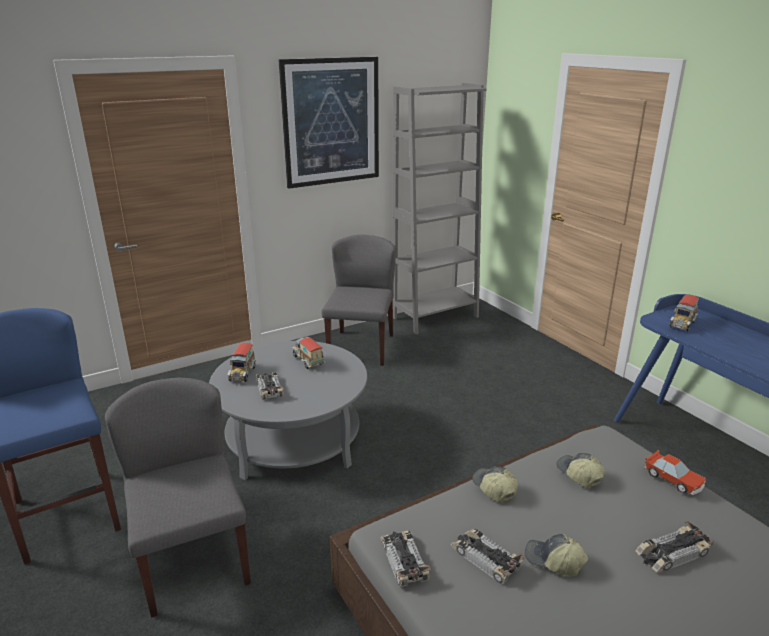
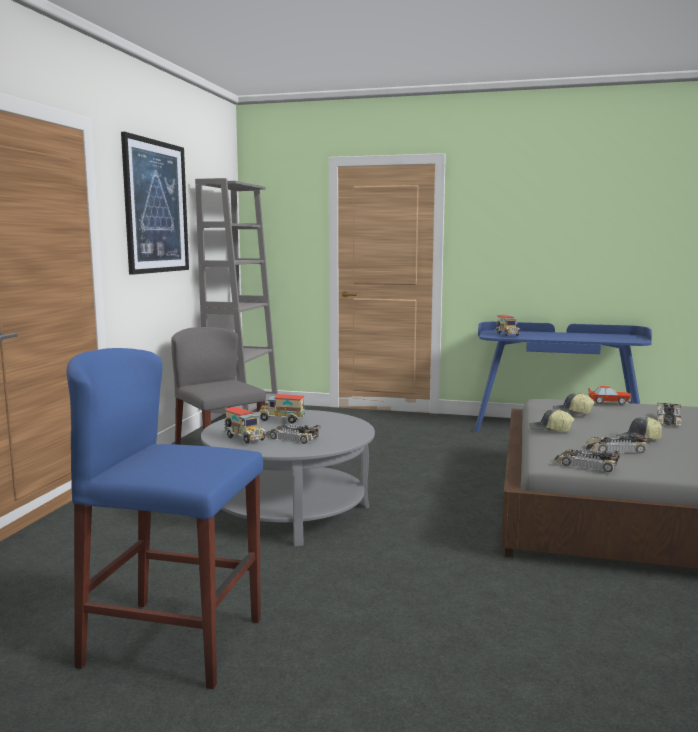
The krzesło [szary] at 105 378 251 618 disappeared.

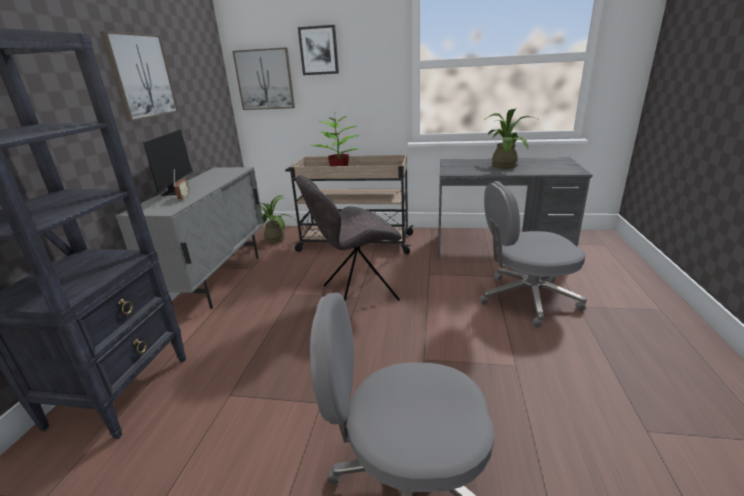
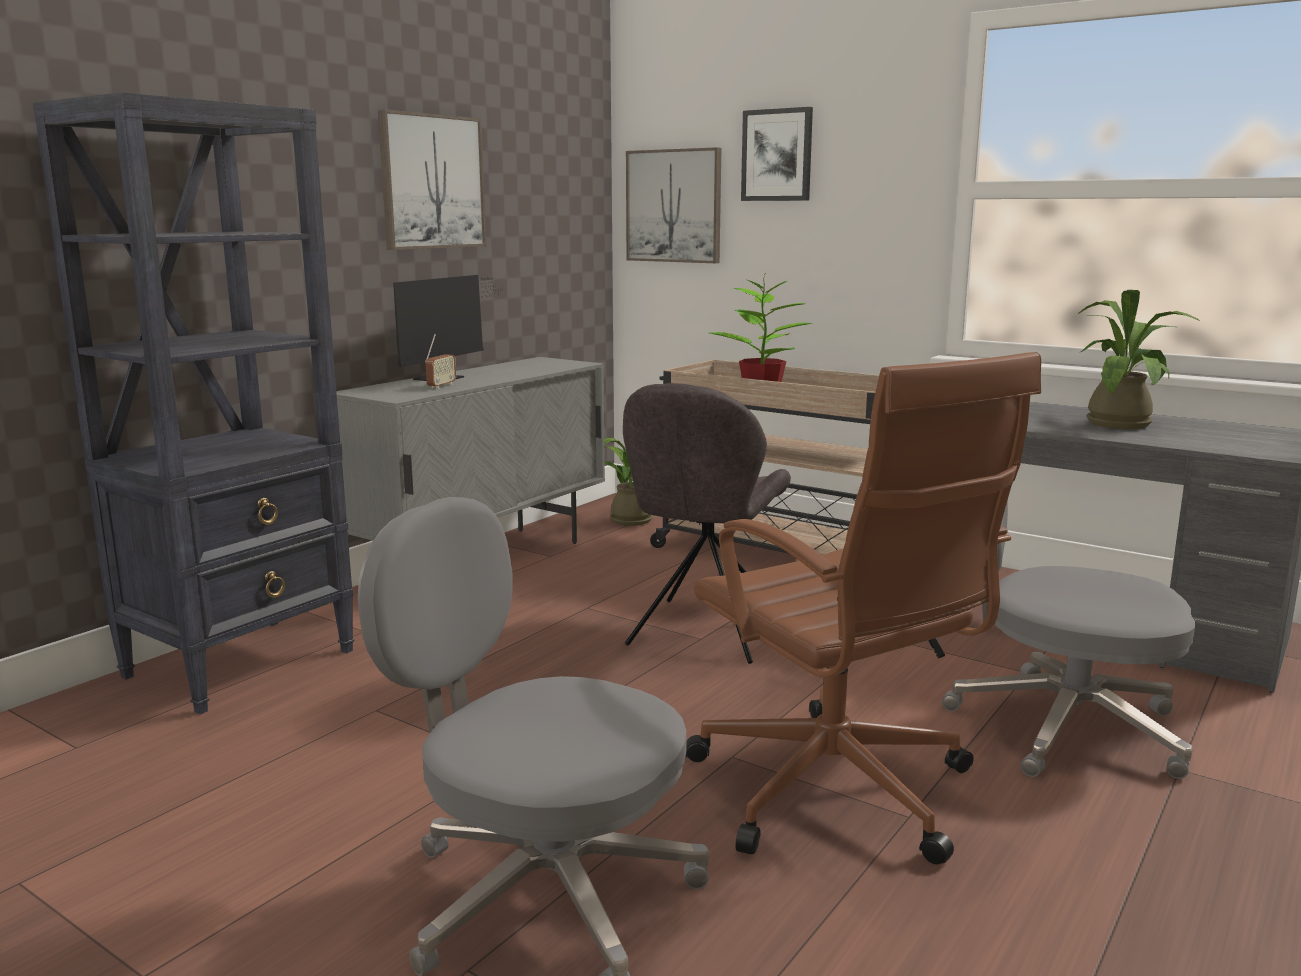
The krzesło biurowe [brązowy] at 686 352 1041 864 appeared. The krzesło [szary] at 295 175 402 301 turned 75 degrees counterclockwise.

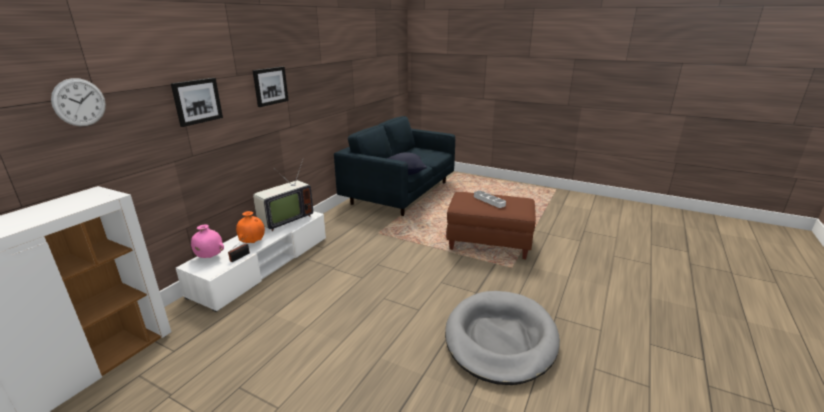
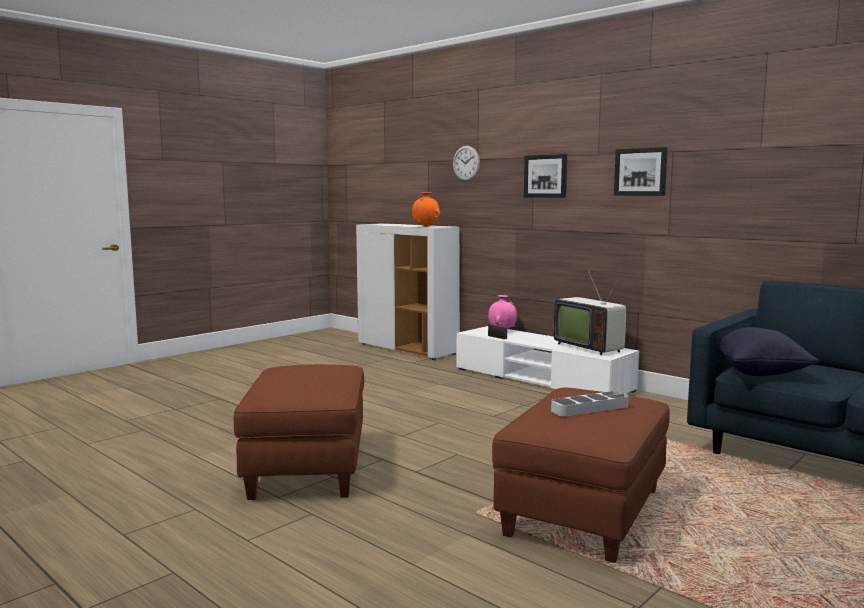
The wazon [pomarańczowy] moved from 236 211 265 243 to 412 192 440 227. The legowisko [szary] at 445 291 560 385 was replaced by the pufa [brązowy] at 234 364 364 500.

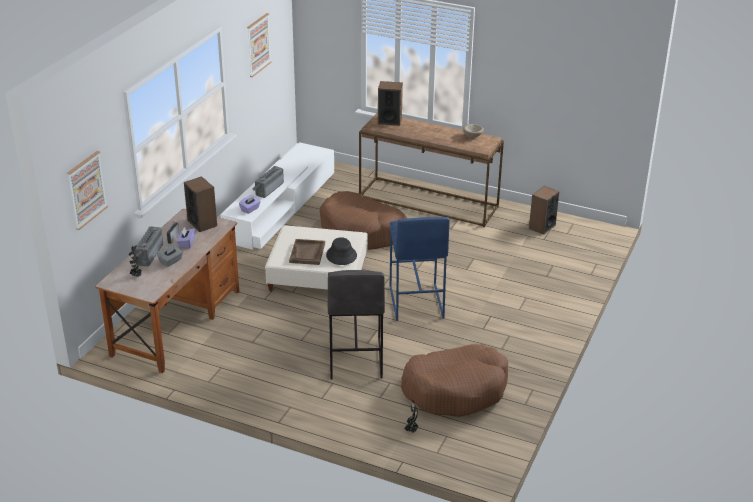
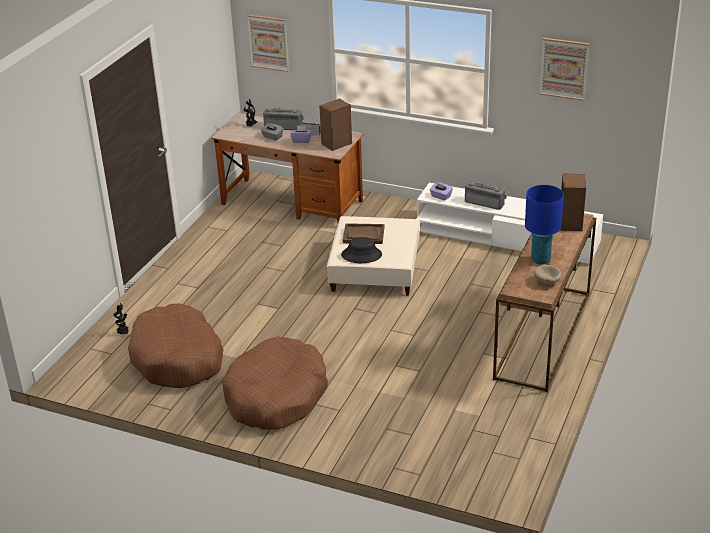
The stołek [szary] at 328 270 385 379 disappeared. The stołek [niebieski] at 390 217 450 321 disappeared. The głośnik at 529 186 559 235 disappeared. The lampa stołowa [niebieski] at 525 185 564 264 appeared. The legowisko [brązowy] moved from 320 191 407 250 to 222 337 328 430.

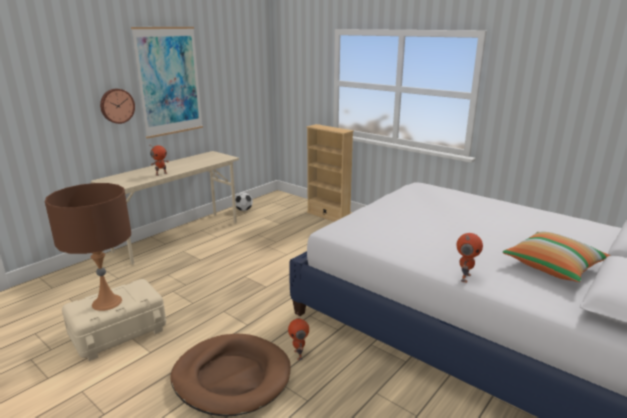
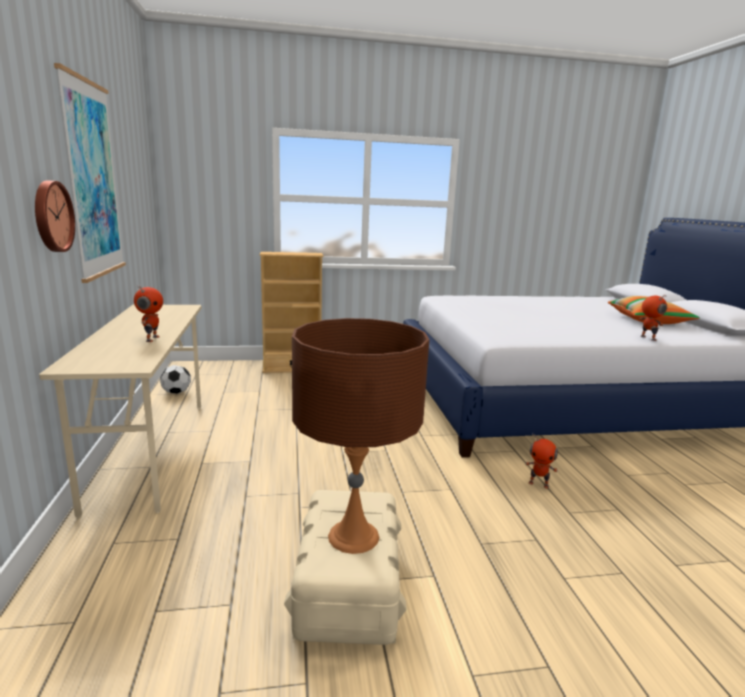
The legowisko [brązowy] at 170 334 291 416 disappeared.

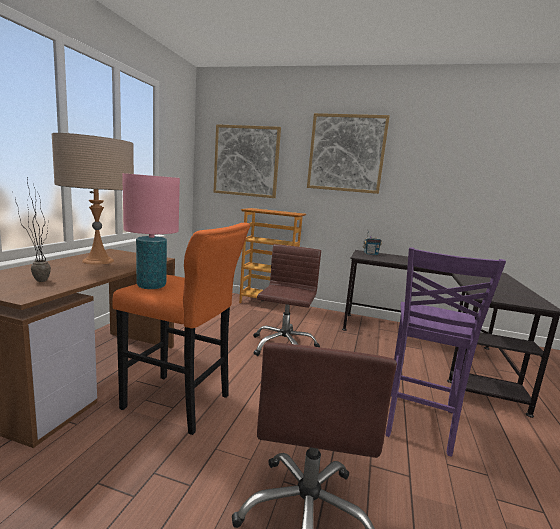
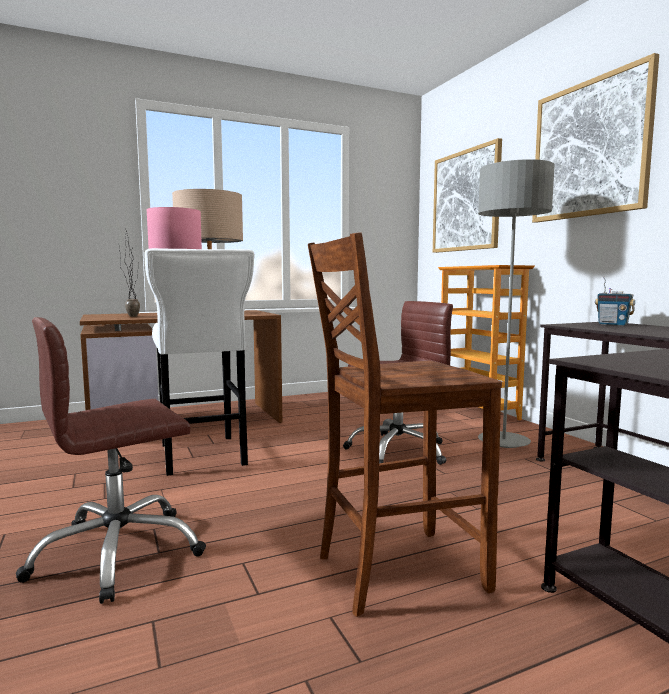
The lampa stojąca [szary] at 478 159 555 448 appeared. The stołek [pomarańczowy] at 112 223 250 435 became the stołek [biały] at 145 248 255 476. The krzesło [fioletowy] at 385 247 506 457 became the krzesło [brązowy] at 308 232 502 617.

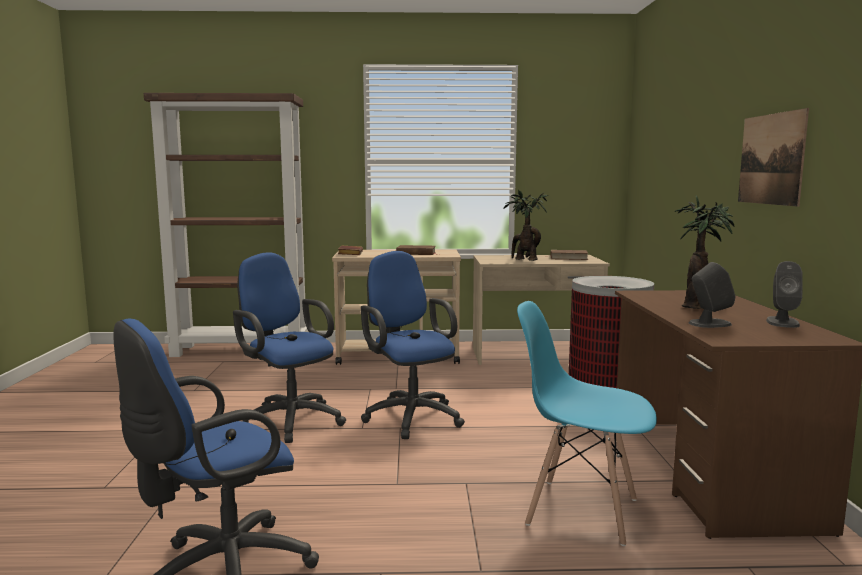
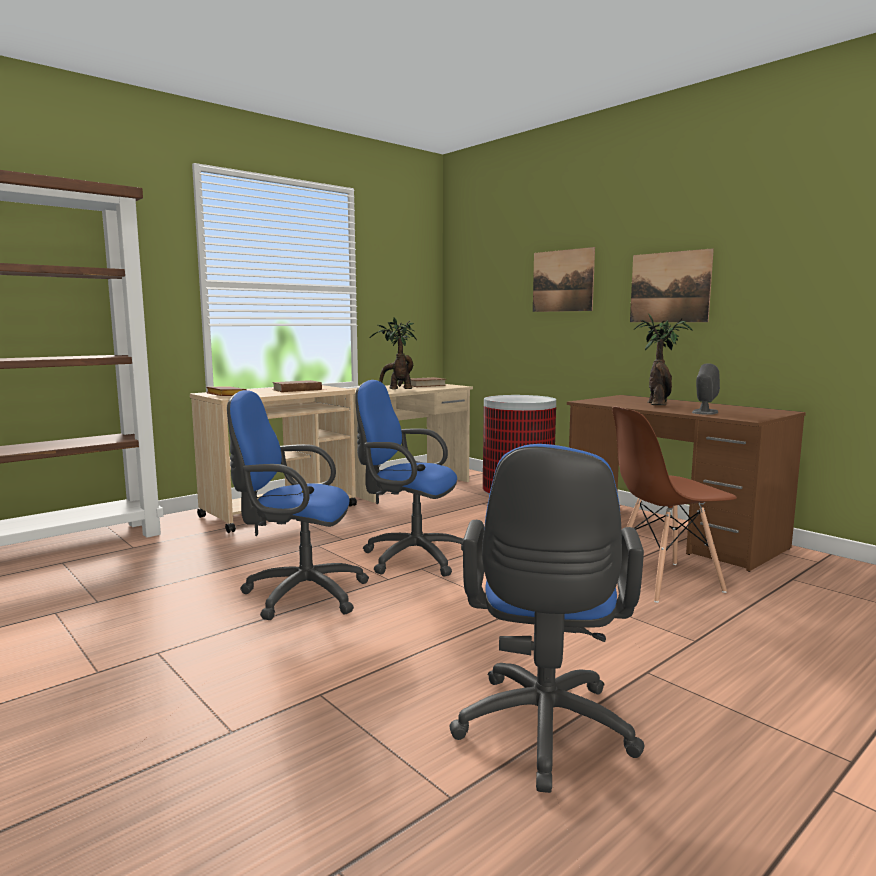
The głośnik [szary] at 766 261 803 328 disappeared. The obraz at 533 247 595 312 appeared. The krzesło [niebieski] at 517 301 657 546 became the krzesło [brązowy] at 612 406 737 603.

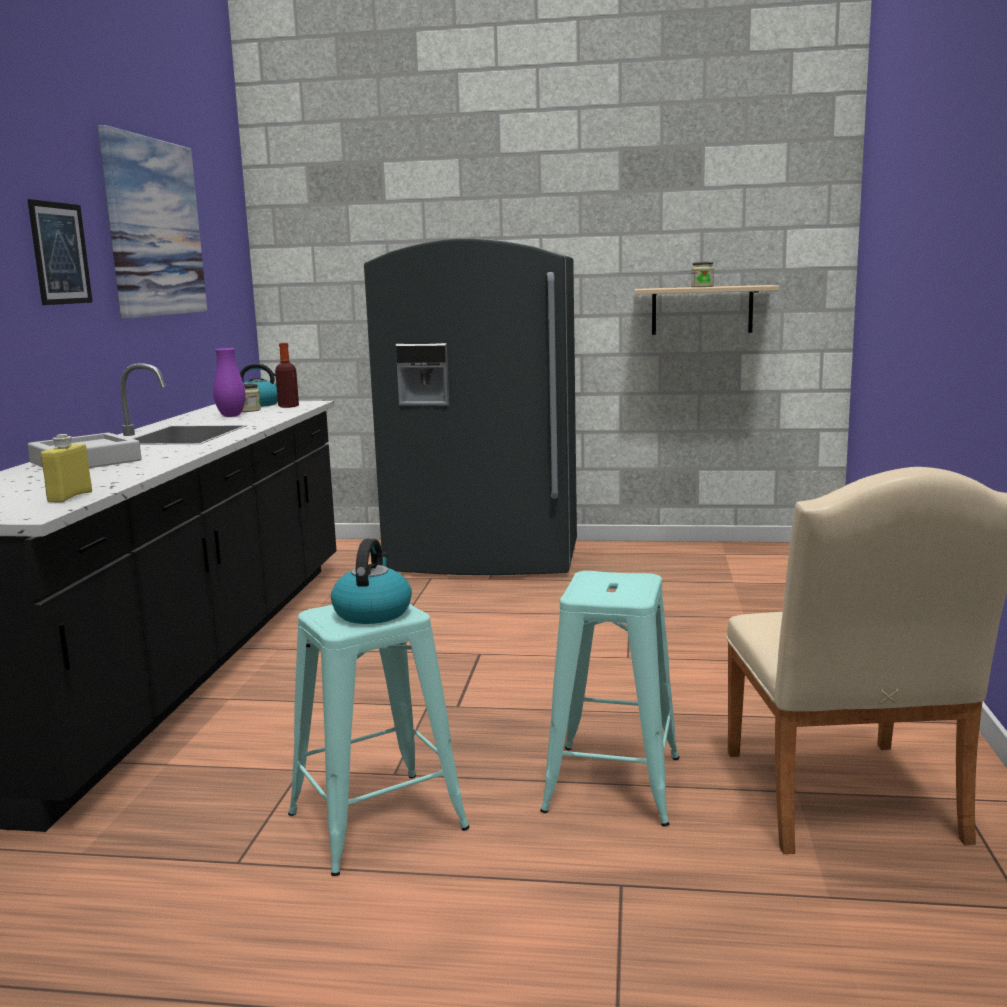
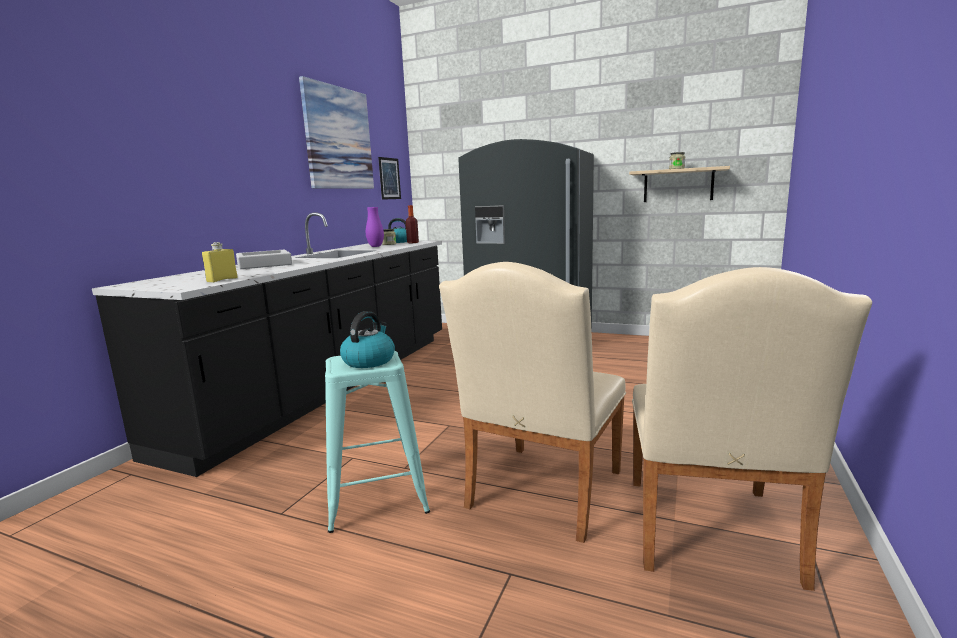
The obraz moved from 27 199 93 305 to 378 157 401 200. The stołek [turkusowy] at 540 571 679 826 was replaced by the krzesło [beżowy] at 439 262 626 543.

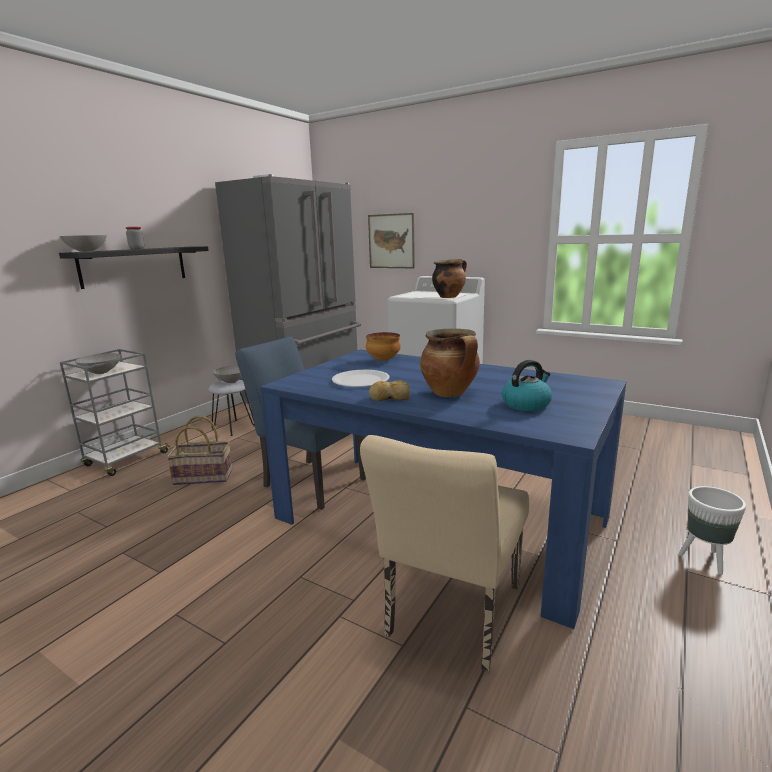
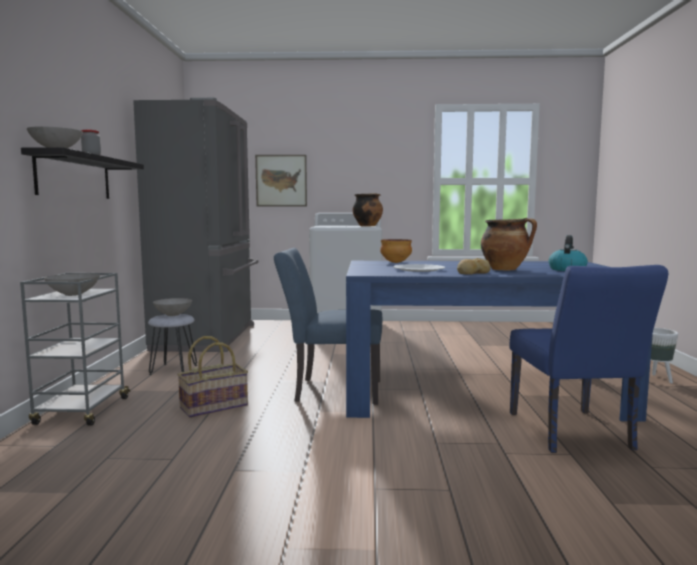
The krzesło [beżowy] at 360 435 529 671 became the krzesło [niebieski] at 509 265 668 453.

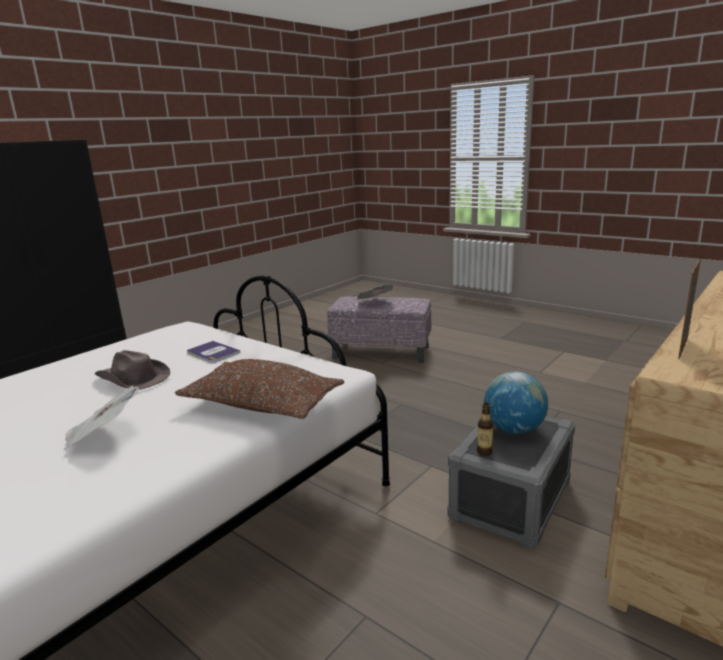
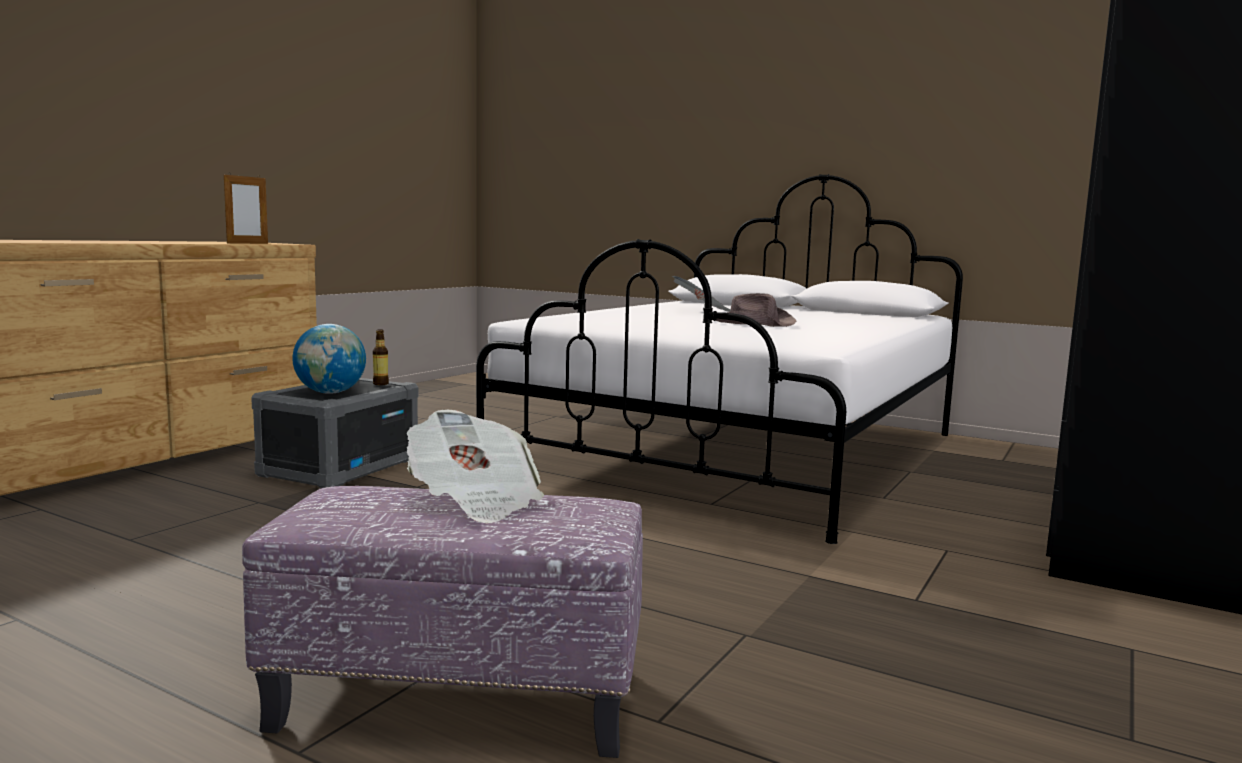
The poduszka [brązowy] at 175 359 345 419 disappeared. The książka at 187 341 240 363 disappeared.

